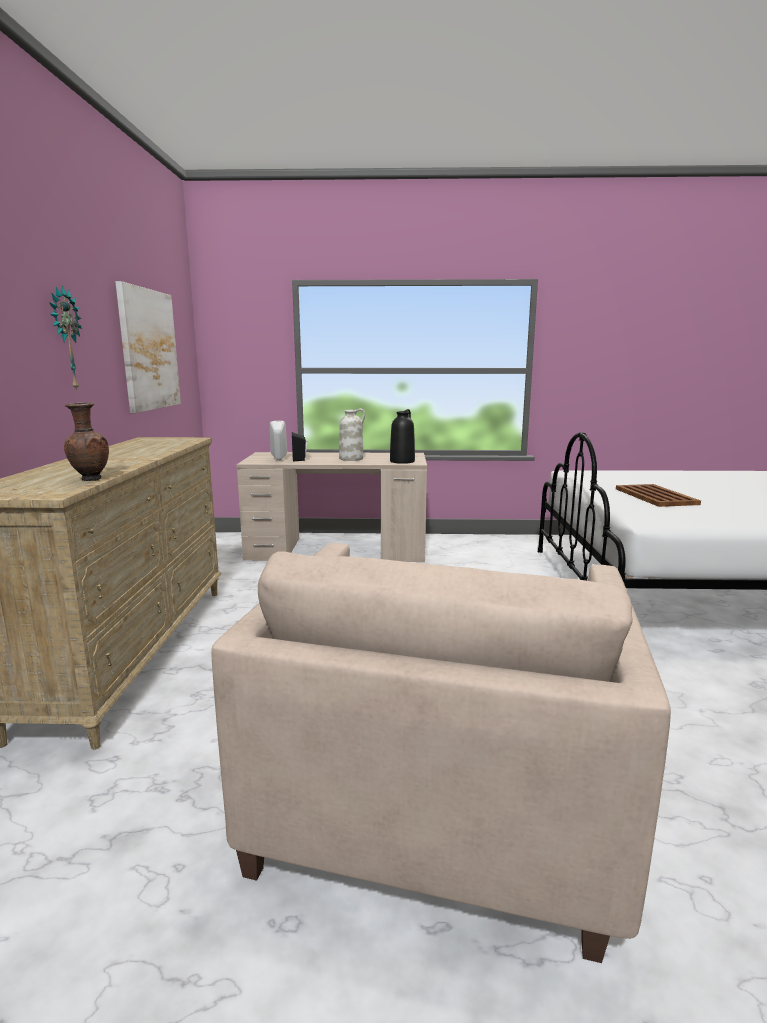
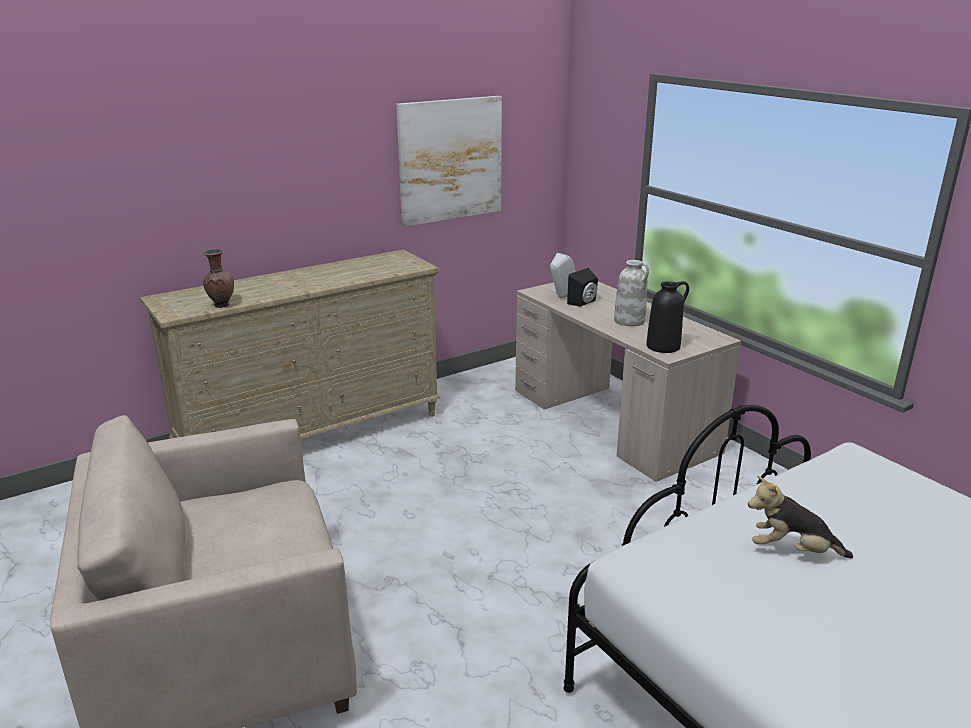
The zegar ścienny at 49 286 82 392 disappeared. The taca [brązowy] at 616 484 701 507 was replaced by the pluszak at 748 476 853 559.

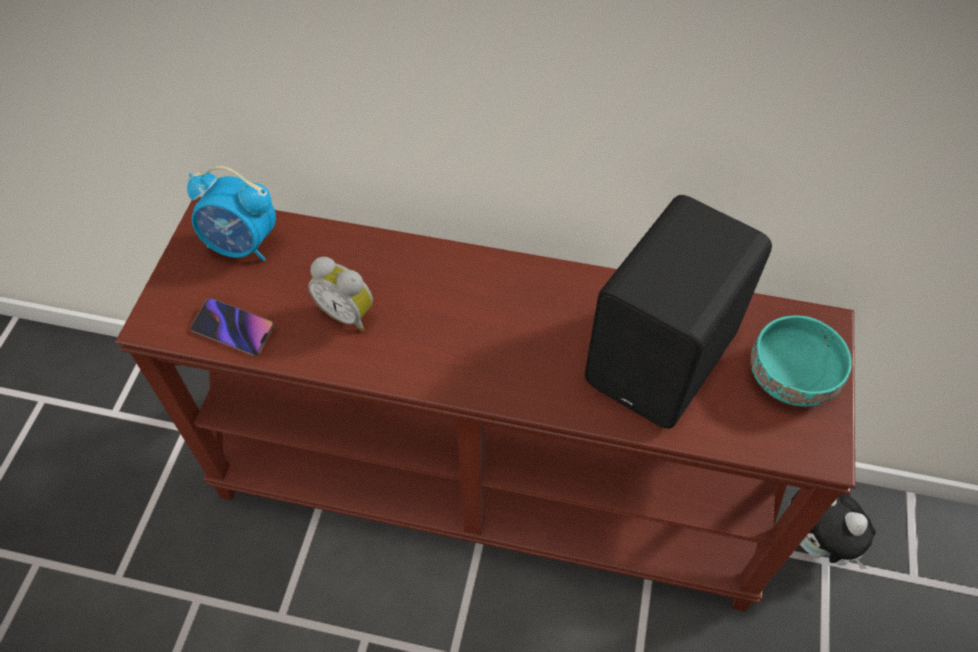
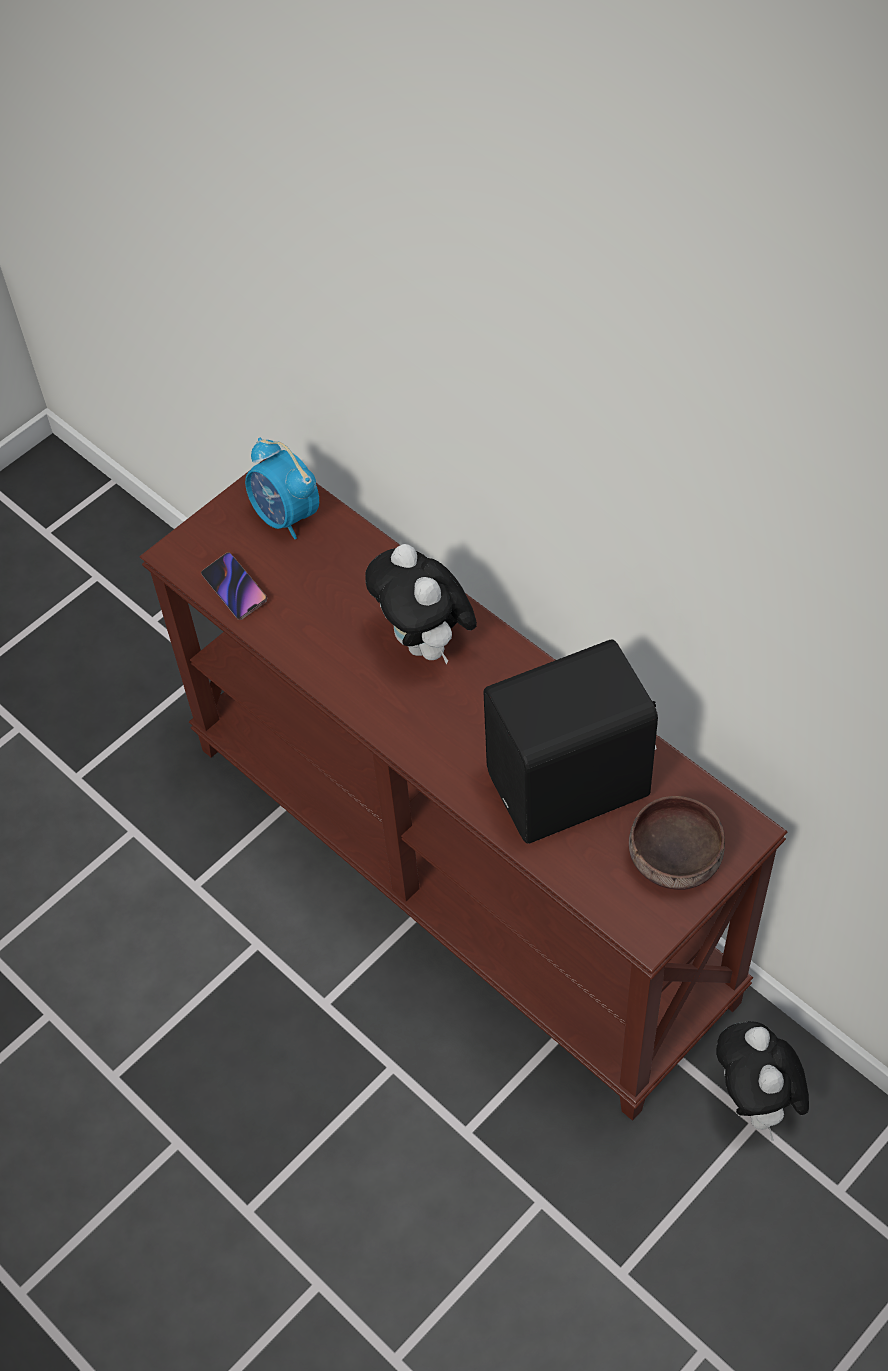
The budzik at 308 257 373 331 disappeared. The pluszak at 365 544 477 665 appeared. The miska [turkusowy] at 751 316 852 407 became the miska [brązowy] at 629 796 725 890.

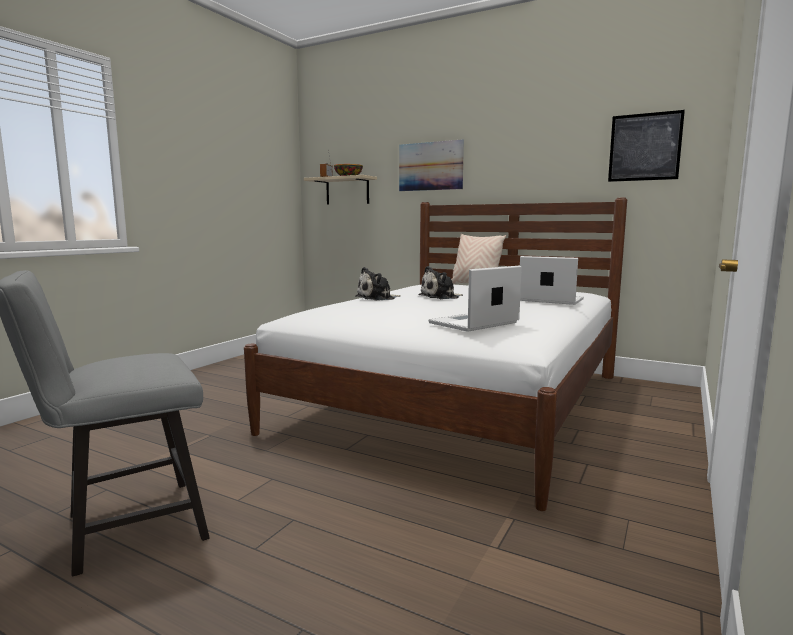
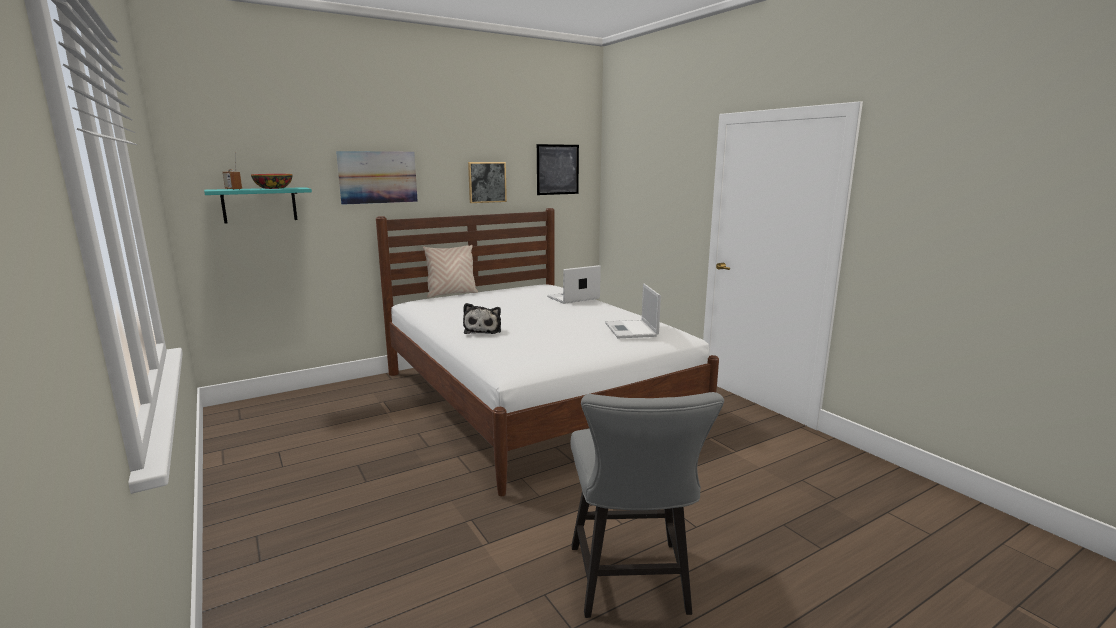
The pluszak at 418 266 463 299 disappeared. The obraz at 468 162 507 203 appeared. The półka [beżowy] at 304 175 377 205 became the półka [turkusowy] at 204 187 312 224.

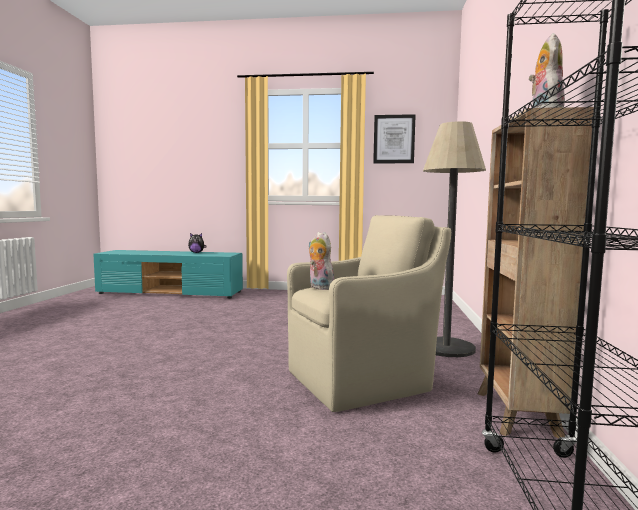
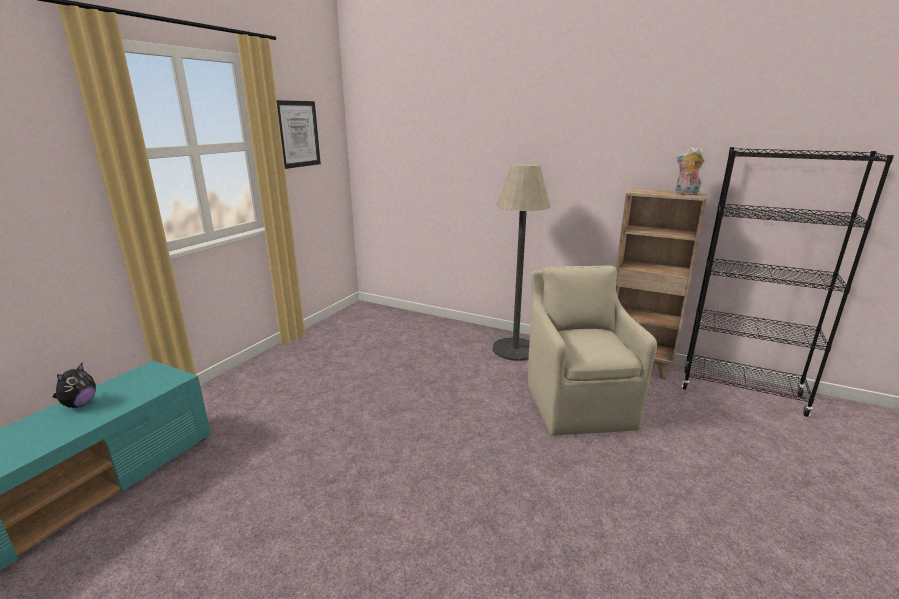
The pluszak at 309 232 334 290 disappeared.

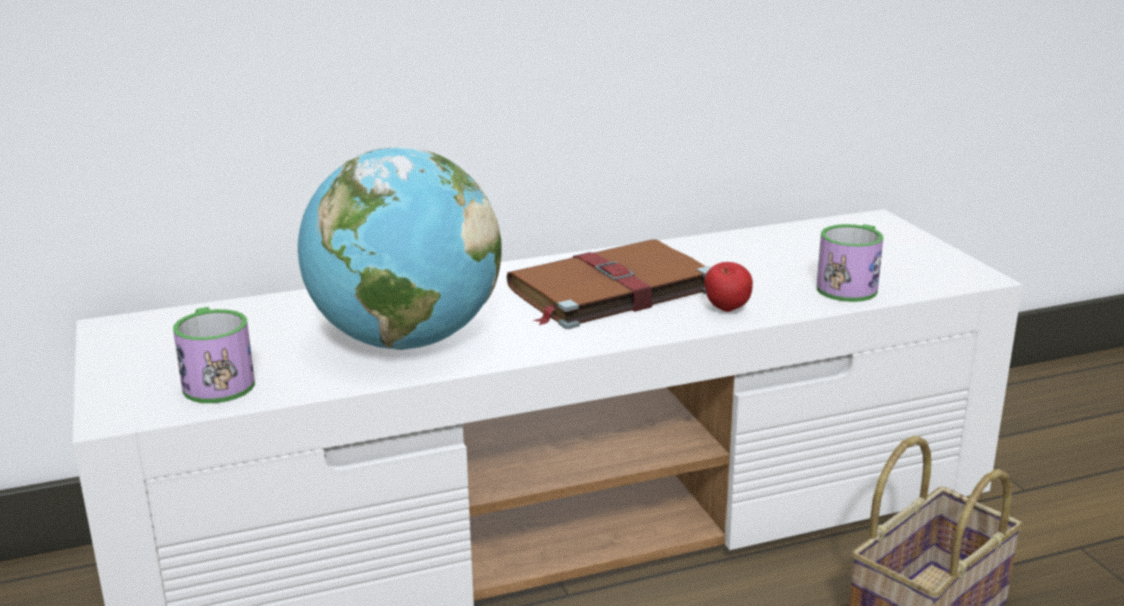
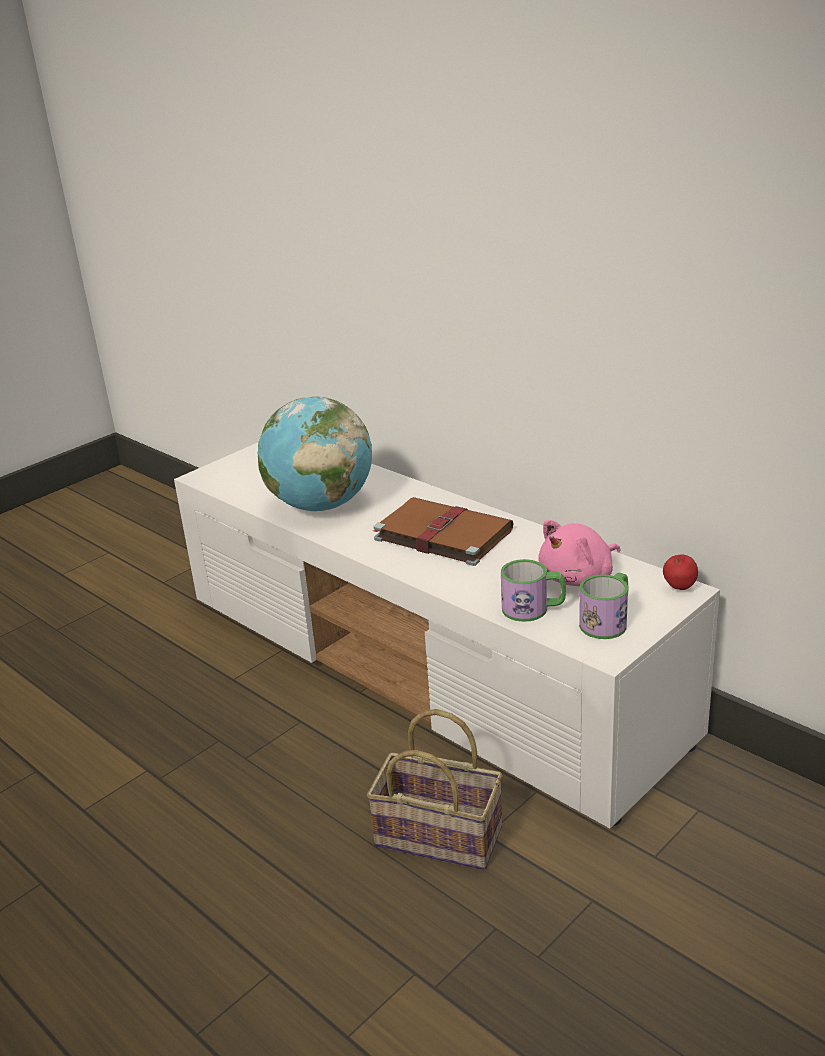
The pluszak [różowy] at 538 520 621 586 appeared. The kubek moved from 173 307 255 403 to 579 572 628 639. The jabłko moved from 704 262 753 312 to 663 555 698 590.

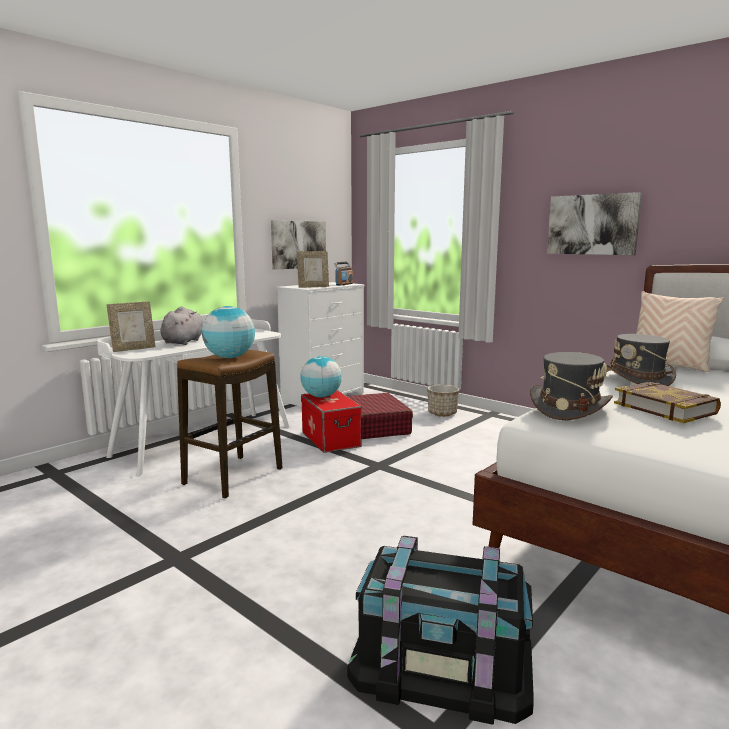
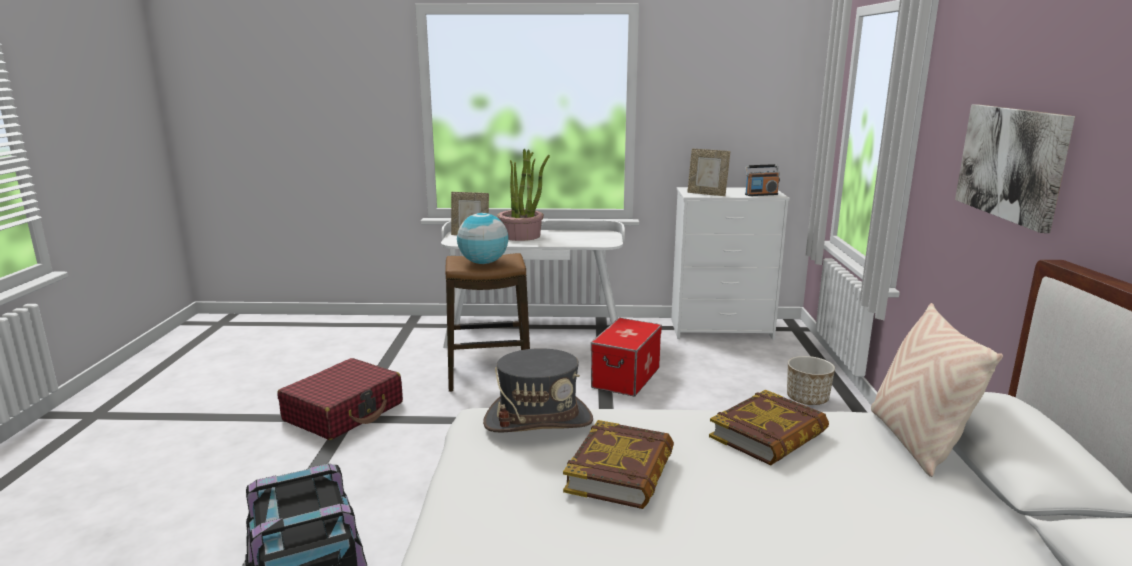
The obraz at 271 220 326 270 disappeared. The globus at 300 356 342 398 disappeared. The walizka [czerwony] moved from 347 393 413 439 to 277 358 403 440. The pluszak [szary] at 161 307 204 345 was replaced by the roślina doniczkowa at 497 149 550 241. The kapelusz [szary] at 606 334 676 386 was replaced by the książka at 709 390 829 466.

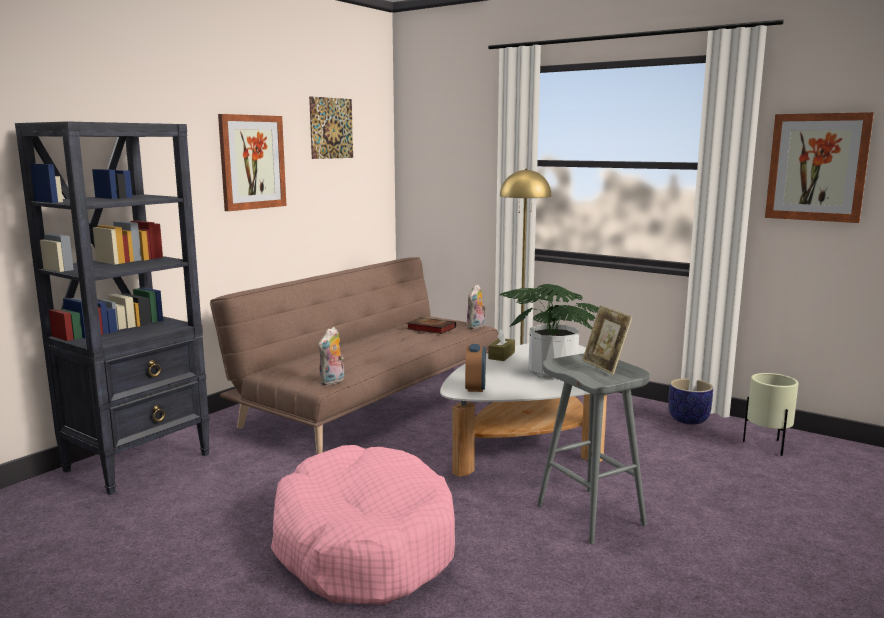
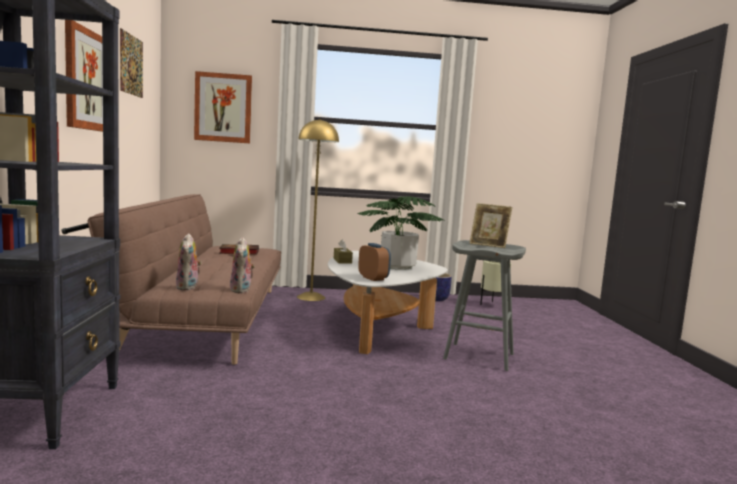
The legowisko [różowy] at 271 445 455 605 disappeared. The pluszak moved from 466 284 486 329 to 176 233 202 290. The obraz moved from 765 112 874 223 to 194 71 252 143.

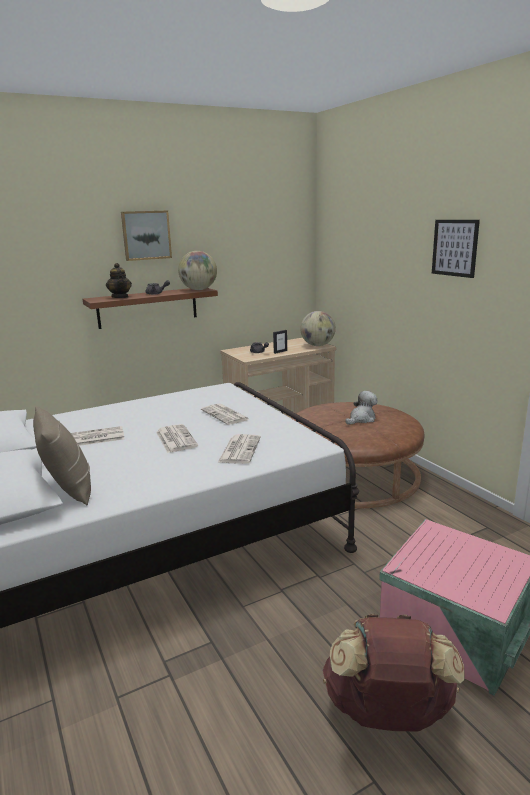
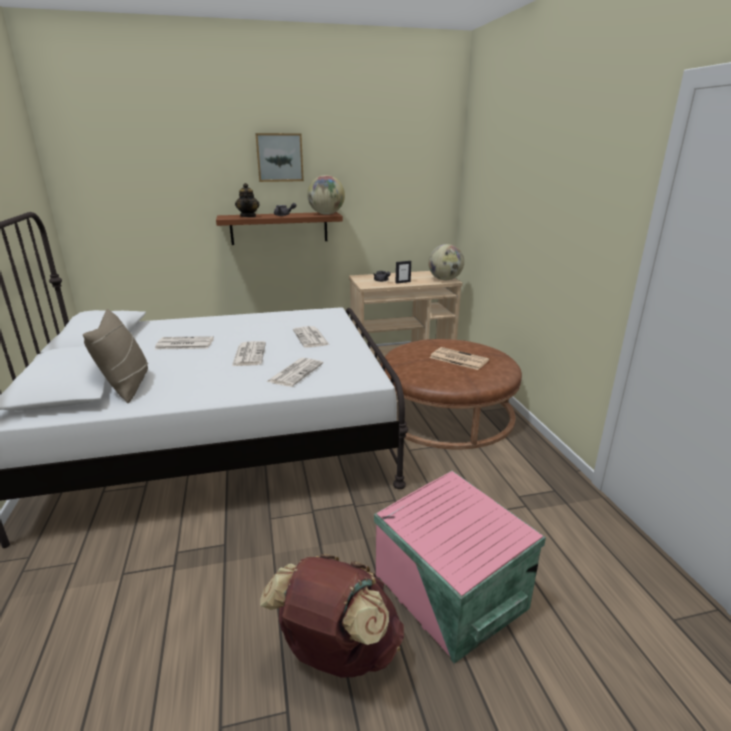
The obraz at 432 220 480 278 disappeared. The pluszak at 345 391 377 425 was replaced by the gazeta at 430 347 489 370.

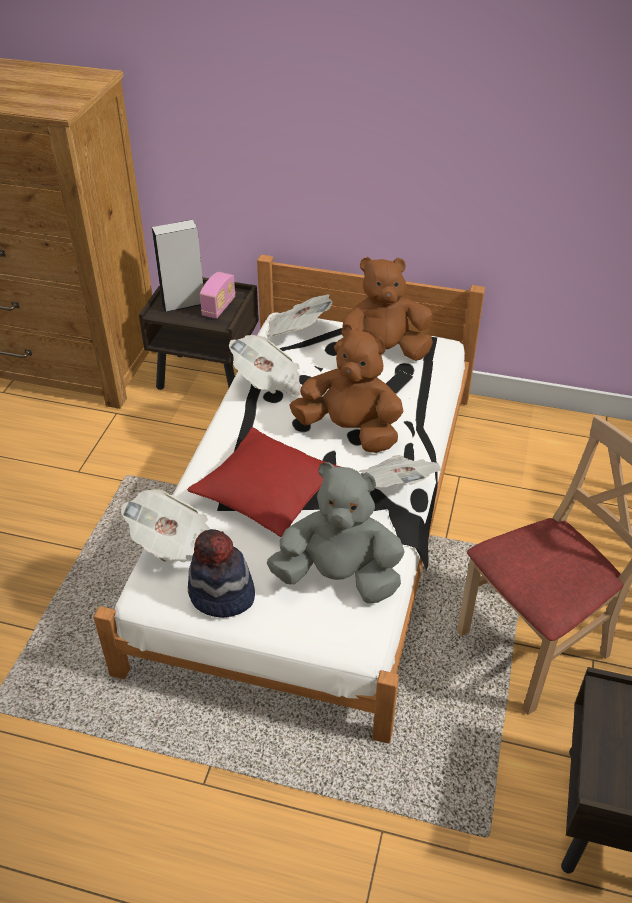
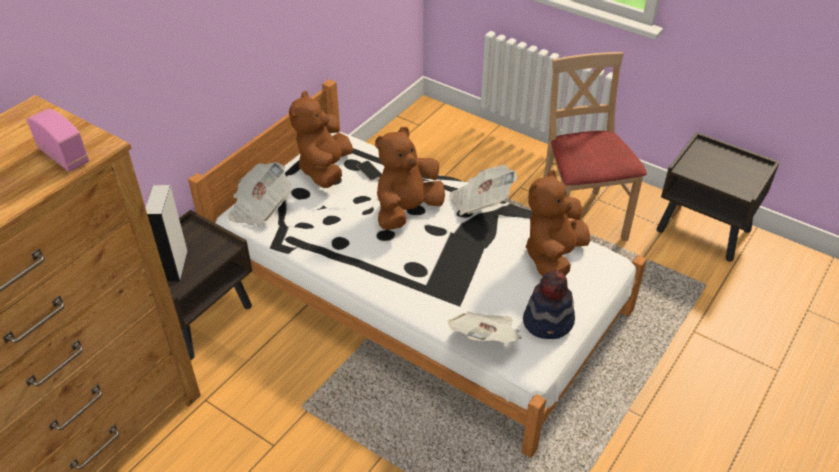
The poduszka [czerwony] at 187 427 341 537 disappeared. The gazeta at 229 335 301 396 disappeared. The radio moved from 200 272 235 319 to 27 109 89 172. The pluszak [szary] at 267 462 405 603 became the pluszak [brązowy] at 526 170 590 277.

